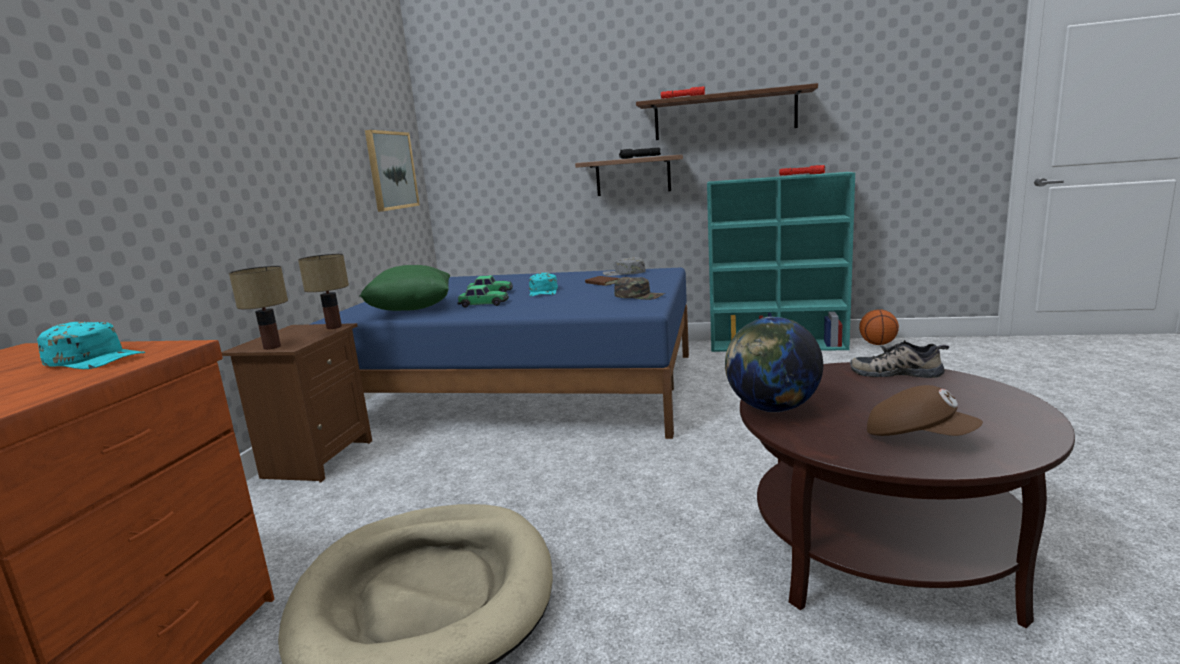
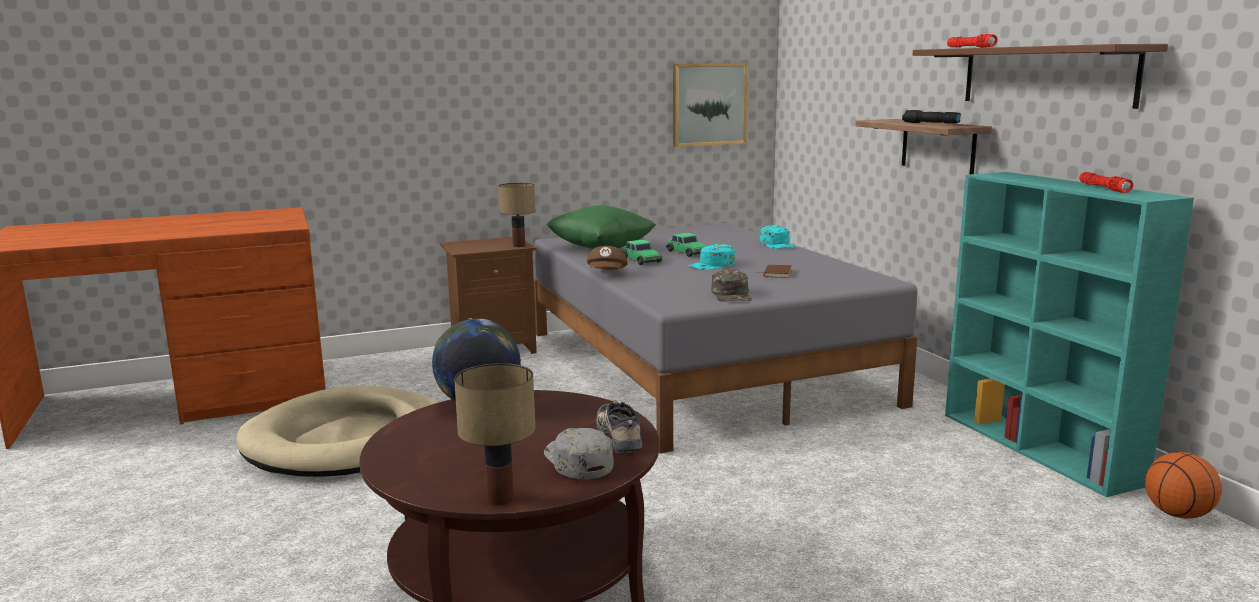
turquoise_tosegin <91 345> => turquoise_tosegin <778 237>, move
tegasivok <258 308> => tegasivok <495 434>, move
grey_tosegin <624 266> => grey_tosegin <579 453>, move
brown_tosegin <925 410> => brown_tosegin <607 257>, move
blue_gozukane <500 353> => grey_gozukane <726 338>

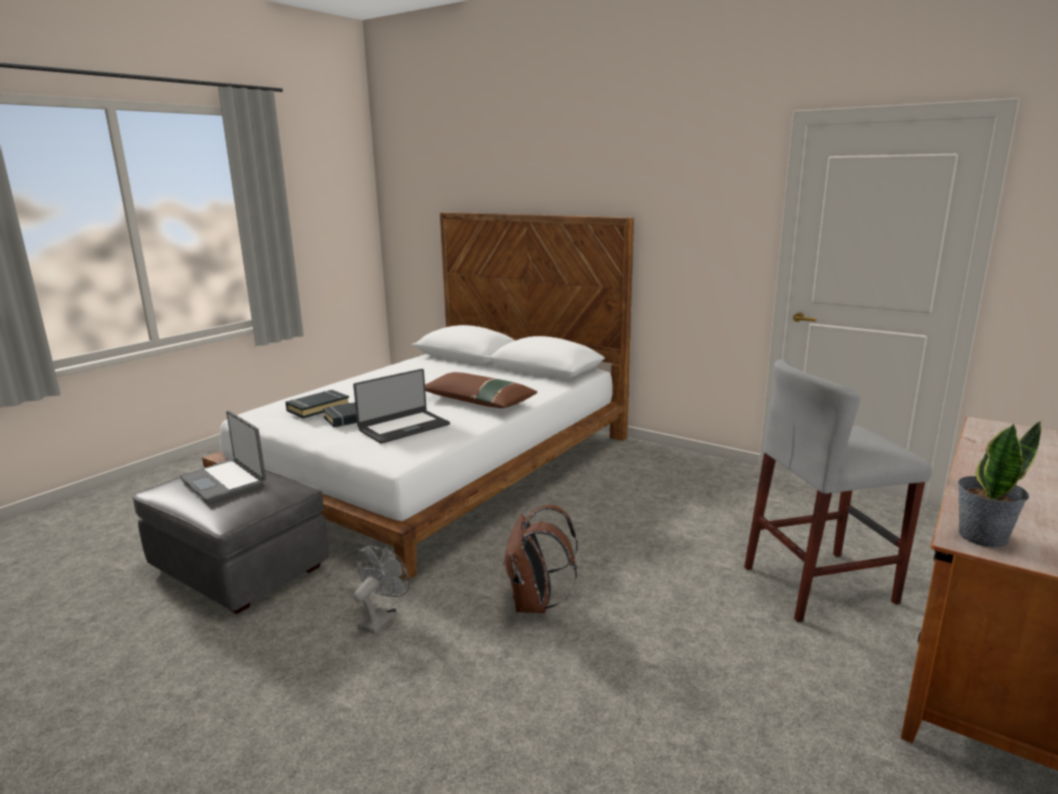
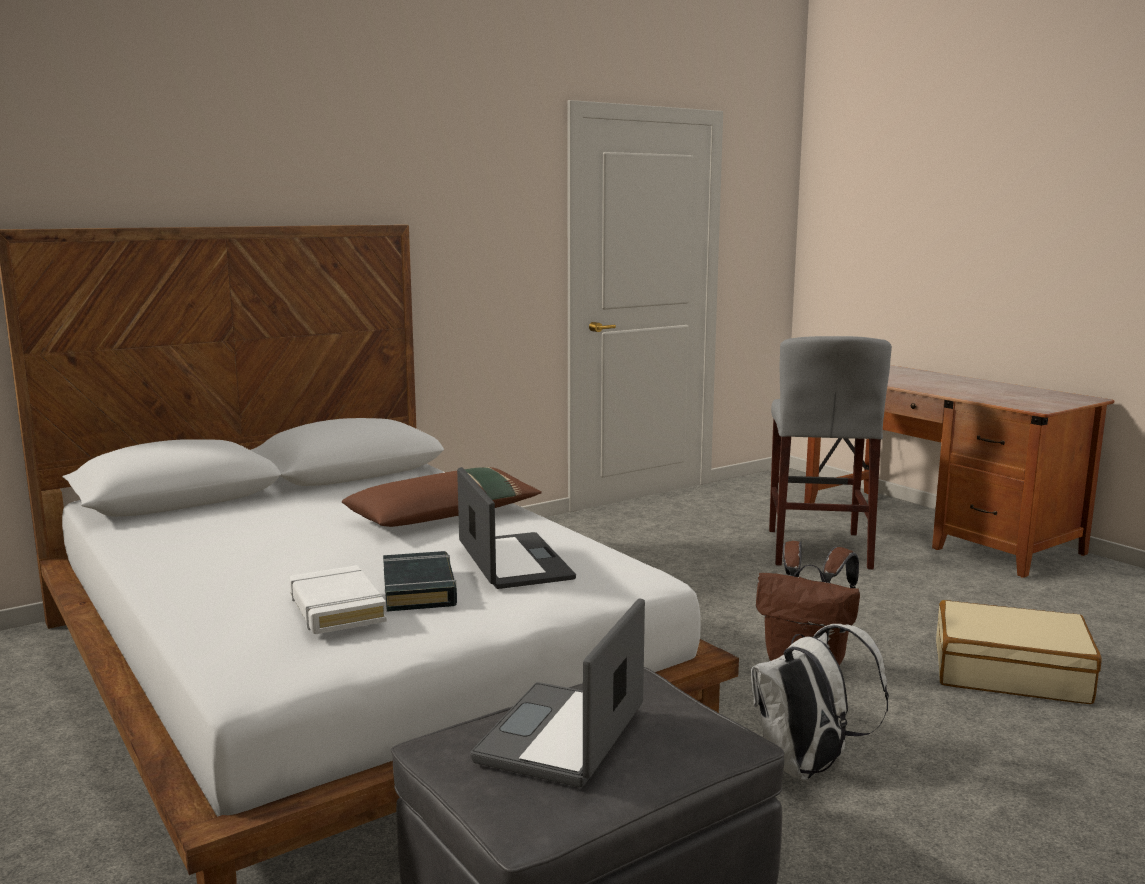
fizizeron <999 484> => nothing
nothing => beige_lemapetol <1019 652>
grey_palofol <381 590> => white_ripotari <820 702>
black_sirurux <317 404> => white_sirurux <338 599>
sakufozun <223 457> => sakufozun <557 693>, 135 degrees clockwise

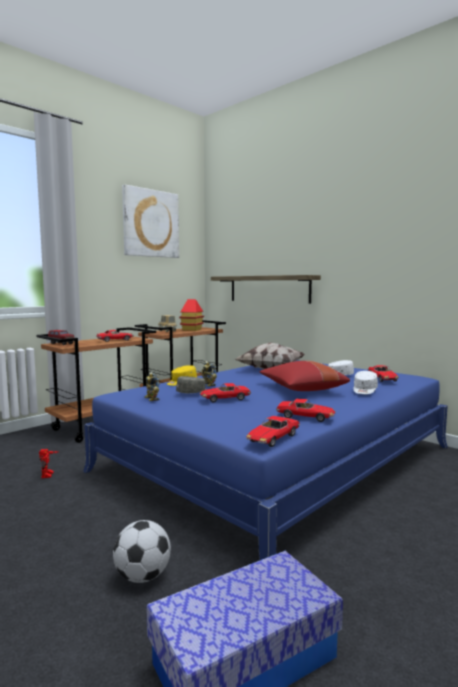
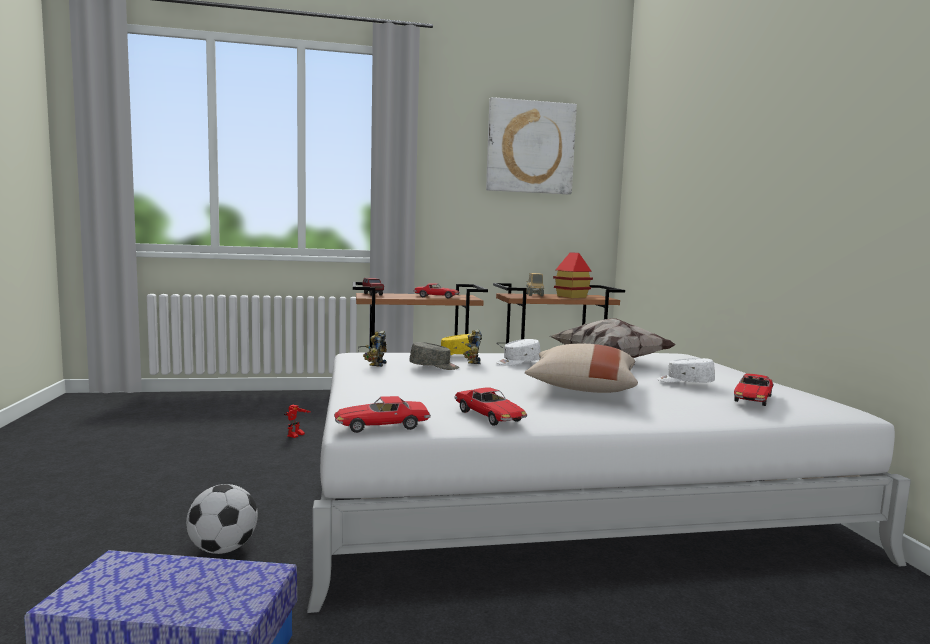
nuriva <225 392> => nothing
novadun <266 289> => nothing
white_tosegin <366 382> => white_tosegin <519 352>, move
blue_gozukane <265 460> => white_gozukane <609 483>
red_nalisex <305 376> => beige_nalisex <581 368>

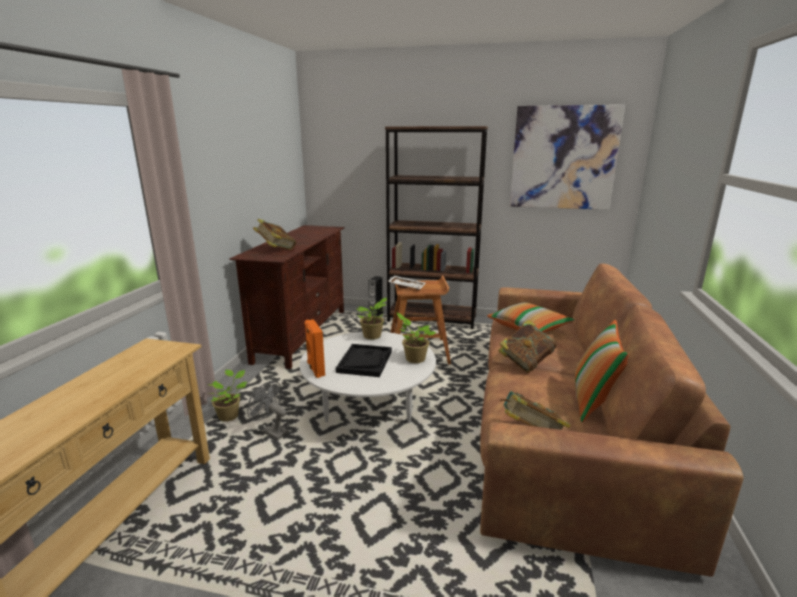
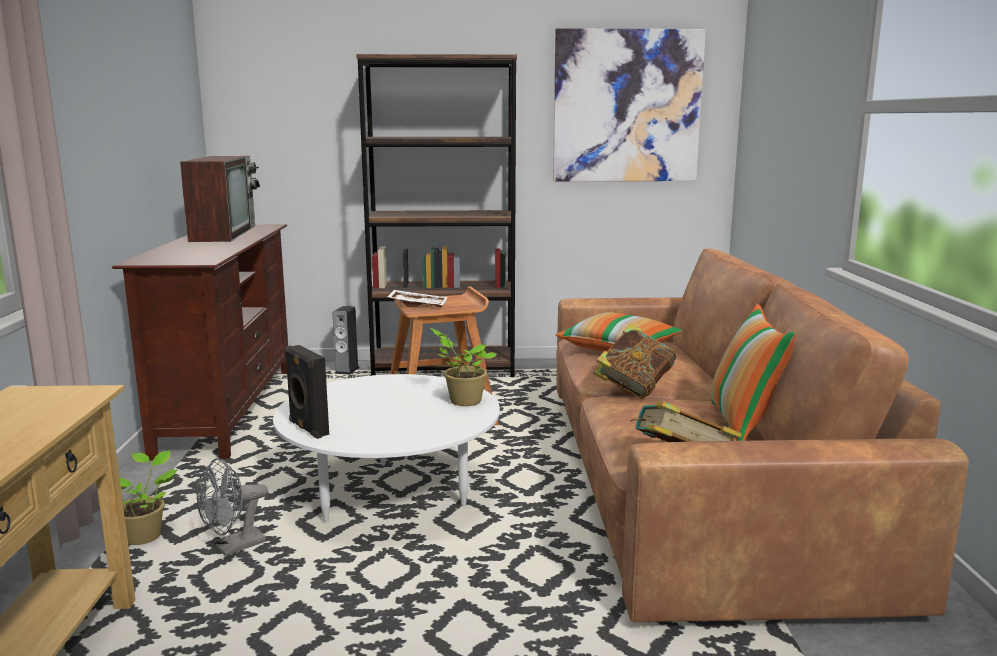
sirurux <274 234> => nothing
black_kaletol <364 360> => nothing
fizizeron <372 318> => nothing
nothing => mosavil <220 199>
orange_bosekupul <314 348> => black_bosekupul <306 392>
grey_palofol <268 410> => grey_palofol <232 507>, 60 degrees counterclockwise

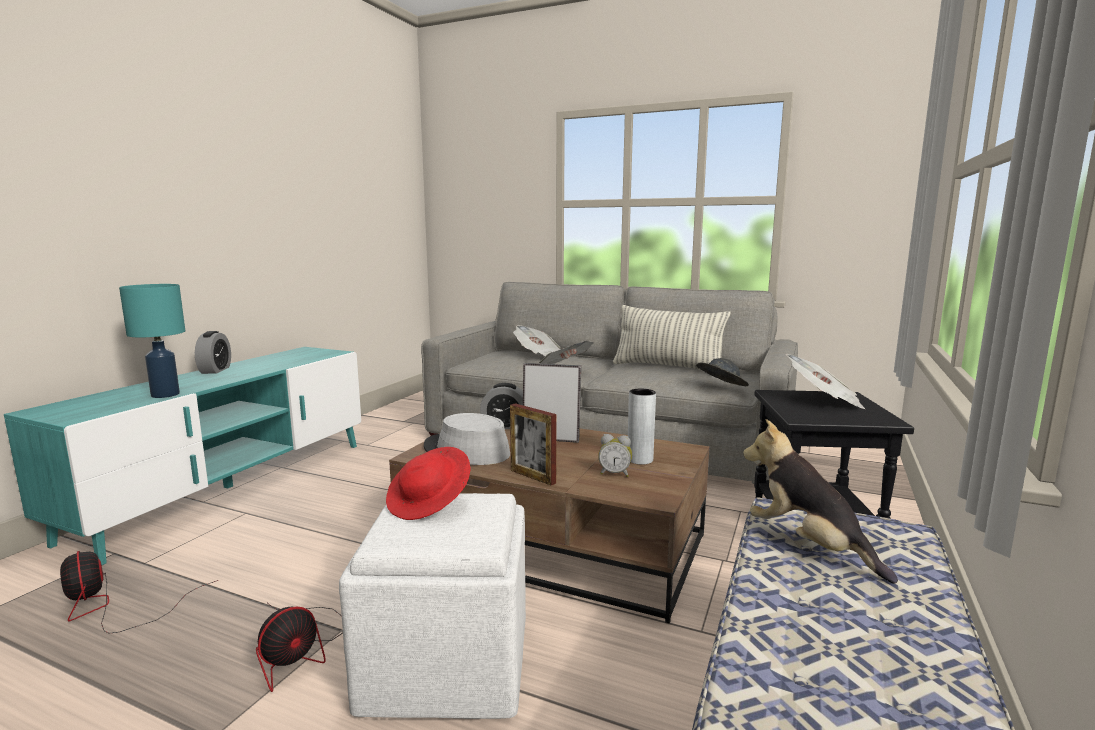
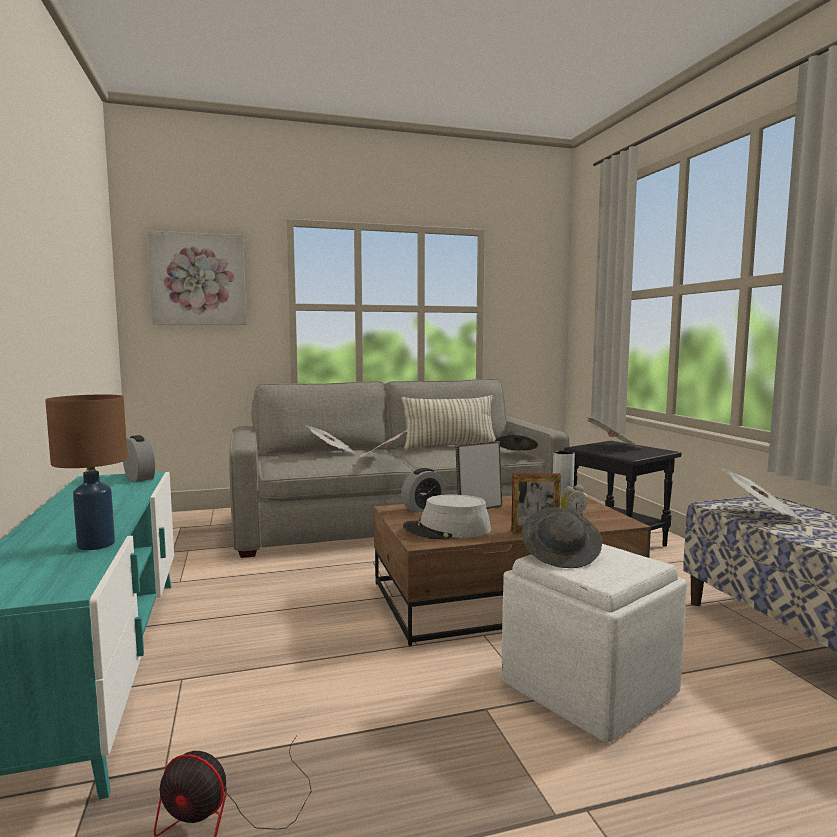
palofol <299 647> => nothing
nothing => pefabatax <197 278>
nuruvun <213 352> => nuruvun <139 458>, move
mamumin <820 501> => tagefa <764 495>
turquoise_tegasivok <152 341> => brown_tegasivok <86 472>
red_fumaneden <428 483> => grey_fumaneden <562 537>

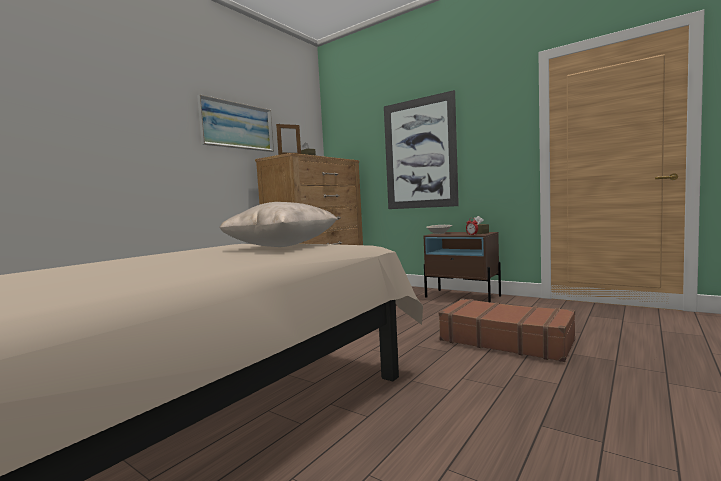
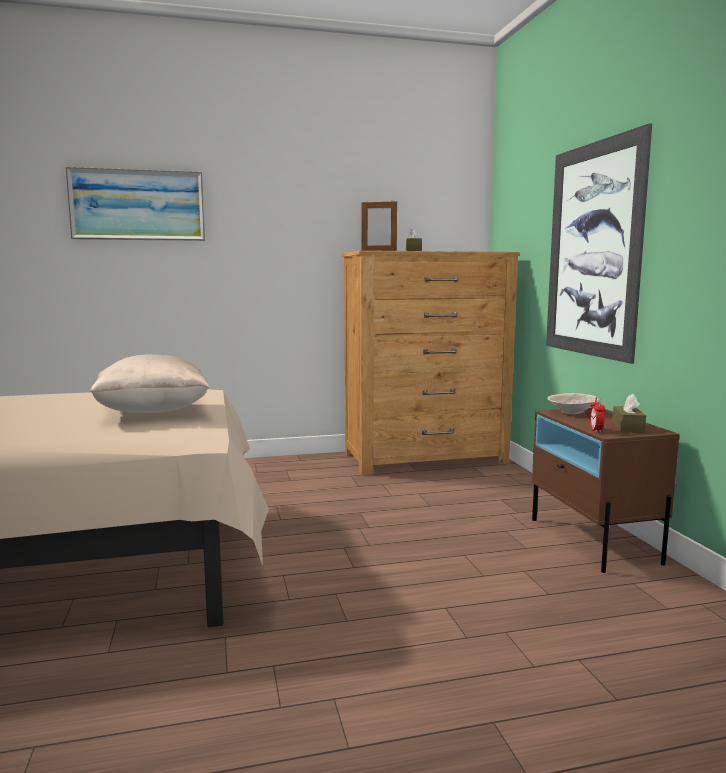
brown_lemapetol <507 330> => nothing
pefabatax <235 123> => pefabatax <135 204>, move

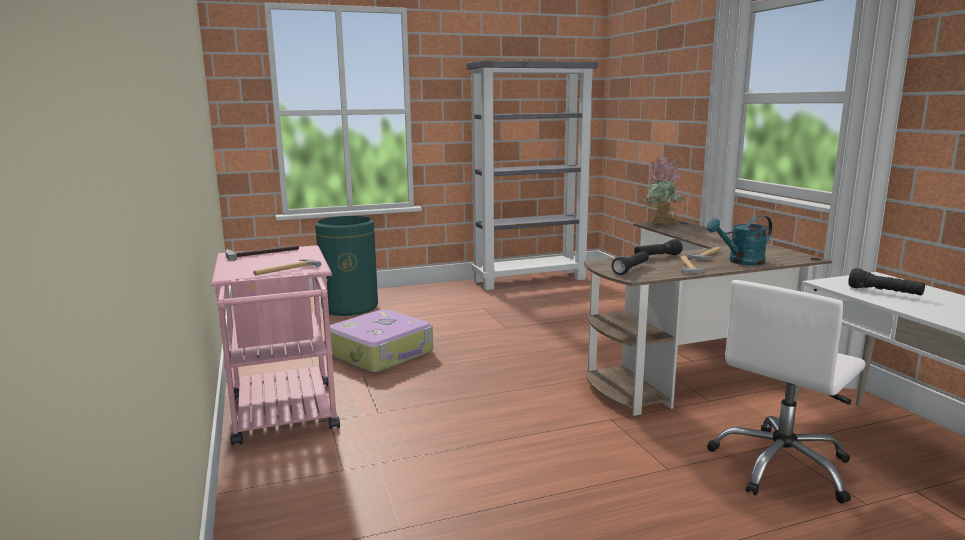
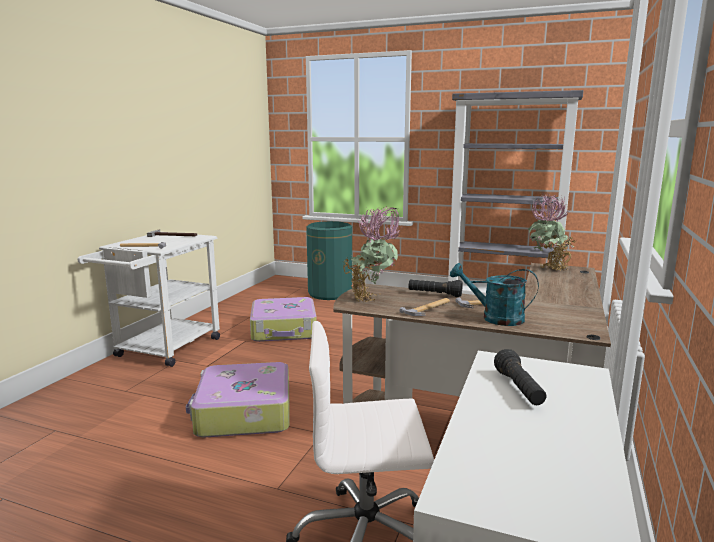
nothing => lemapetol <237 399>
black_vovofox <630 263> => fizizeron <372 254>
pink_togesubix <275 345> => white_togesubix <149 301>

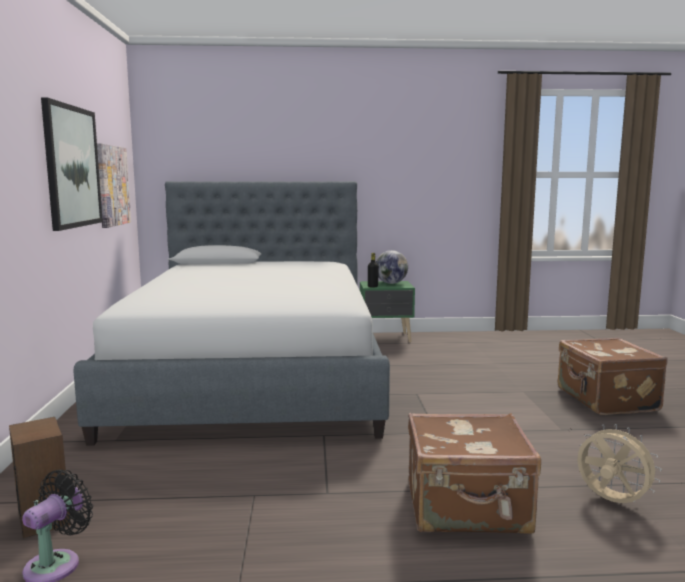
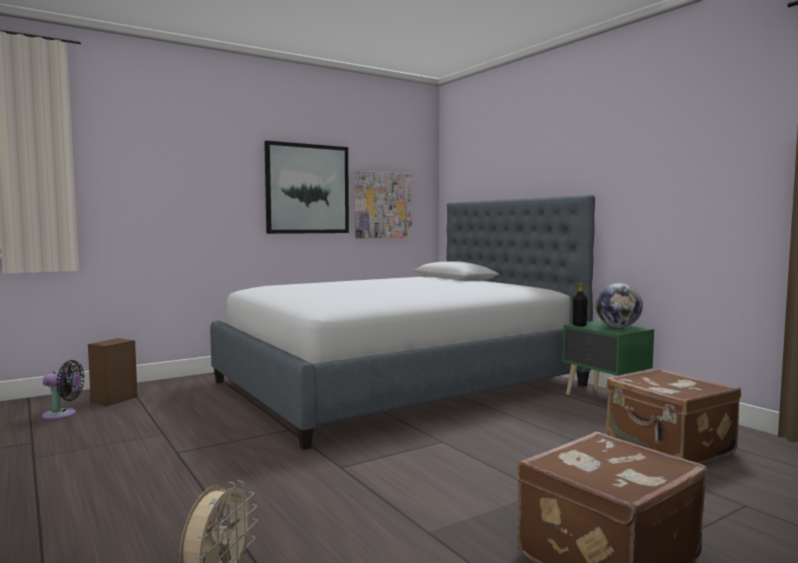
brown_lemapetol <474 473> => brown_lemapetol <673 416>, move

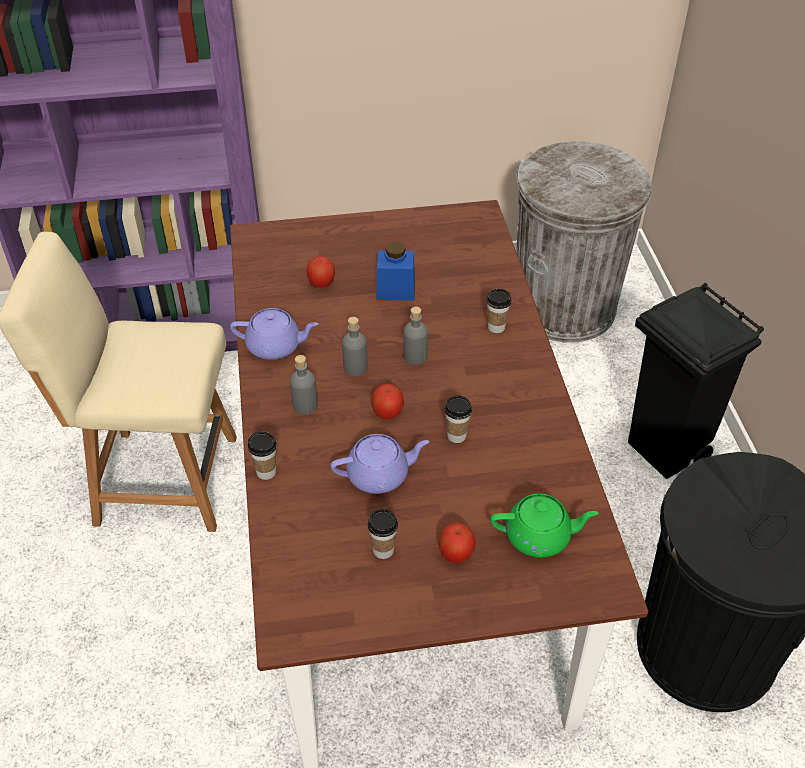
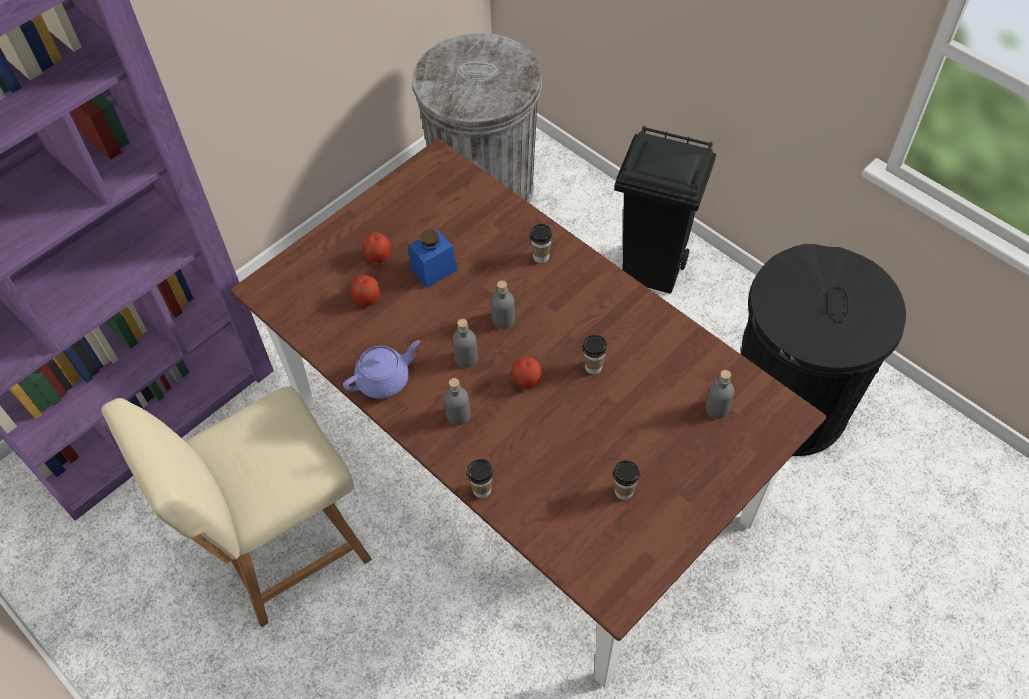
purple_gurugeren <380 464> => nothing
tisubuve <457 543> => tisubuve <377 248>, move
green_gurugeren <544 526> => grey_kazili <719 394>

